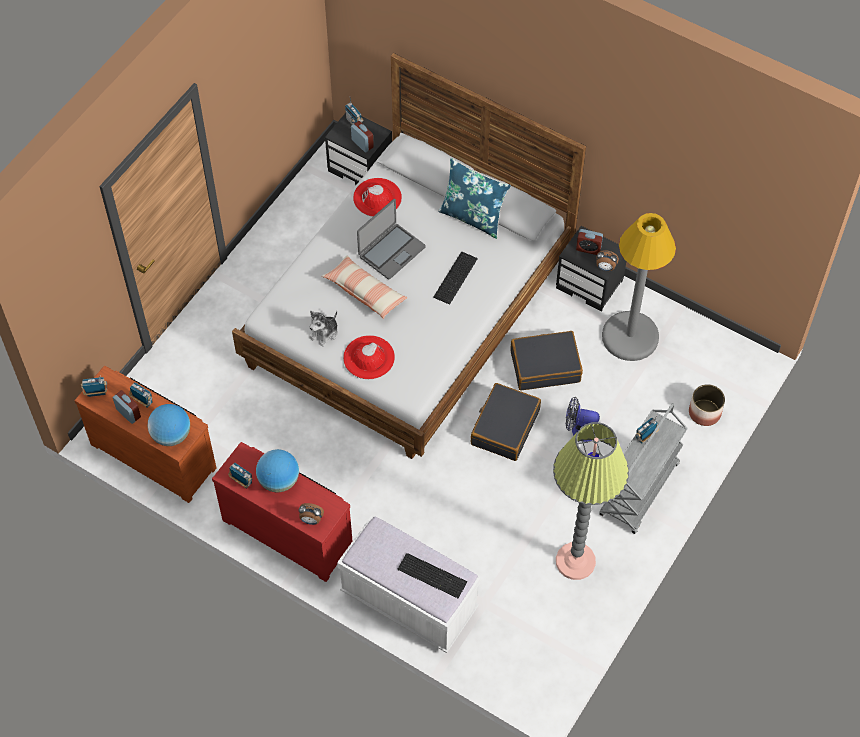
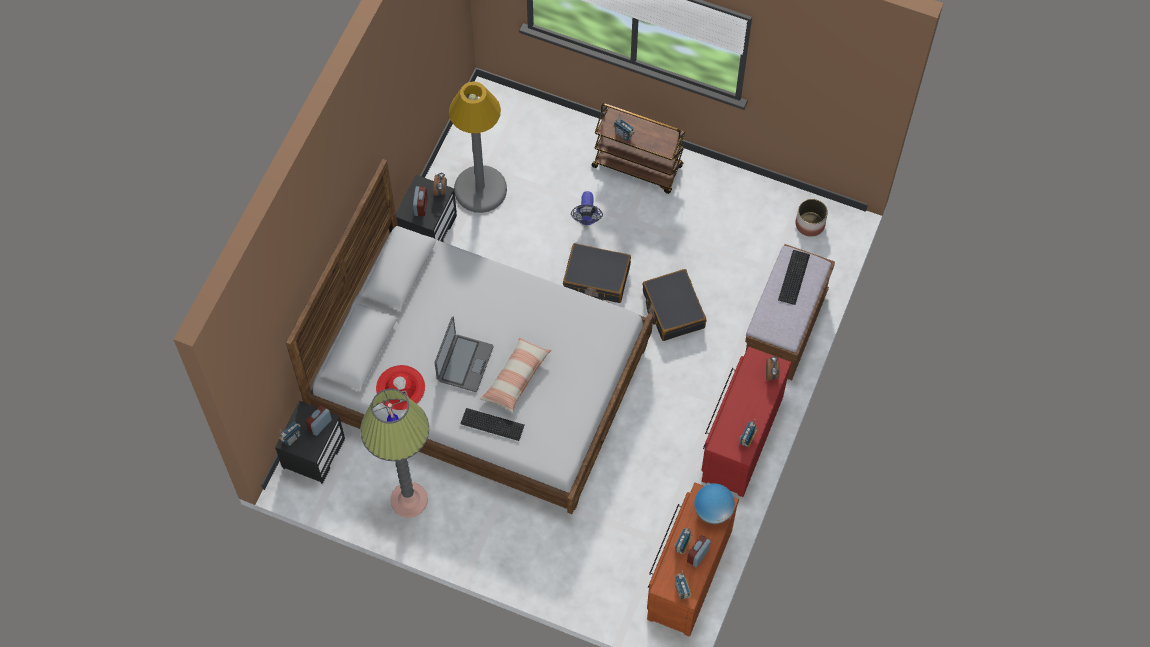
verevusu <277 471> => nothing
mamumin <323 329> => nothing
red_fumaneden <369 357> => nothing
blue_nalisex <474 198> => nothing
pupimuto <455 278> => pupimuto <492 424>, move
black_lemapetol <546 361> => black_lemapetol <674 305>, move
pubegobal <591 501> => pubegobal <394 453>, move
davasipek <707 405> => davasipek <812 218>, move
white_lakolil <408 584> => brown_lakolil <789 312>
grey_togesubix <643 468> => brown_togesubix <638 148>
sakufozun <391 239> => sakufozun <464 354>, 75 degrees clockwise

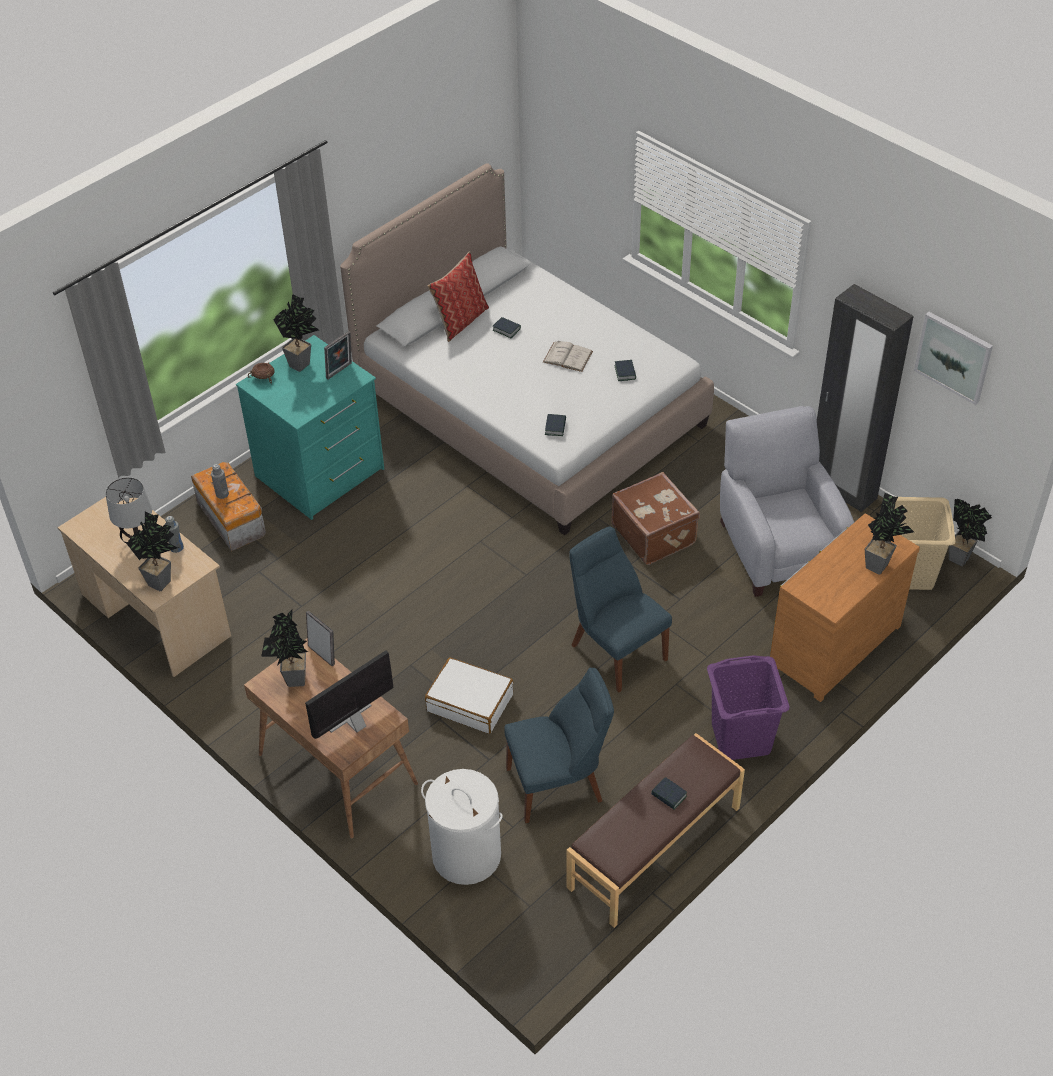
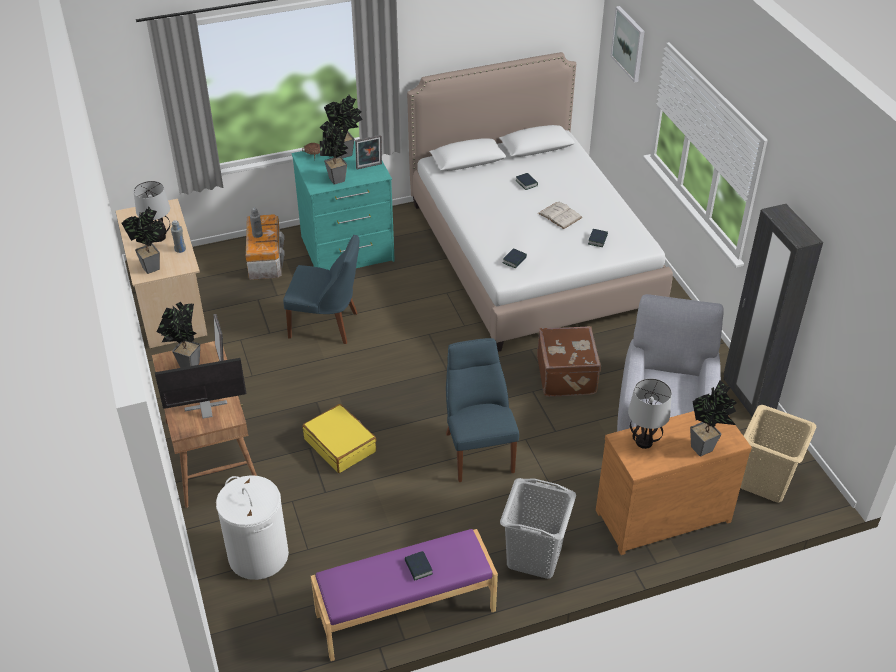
nalisex <458 296> => nothing
nothing => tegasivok <650 413>
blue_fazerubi <559 745> => blue_fazerubi <321 289>, move
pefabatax <953 358> => pefabatax <627 44>, move
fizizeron <970 532> => fizizeron <333 152>, move
white_lemapetol <469 696> => yellow_lemapetol <339 438>
brown_lakolil <656 830> => purple_lakolil <404 595>
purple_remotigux <748 707> => grey_remotigux <538 528>

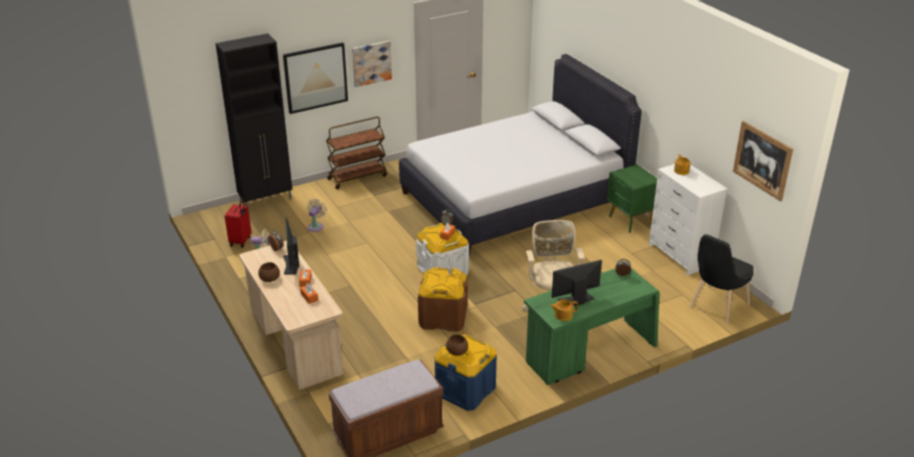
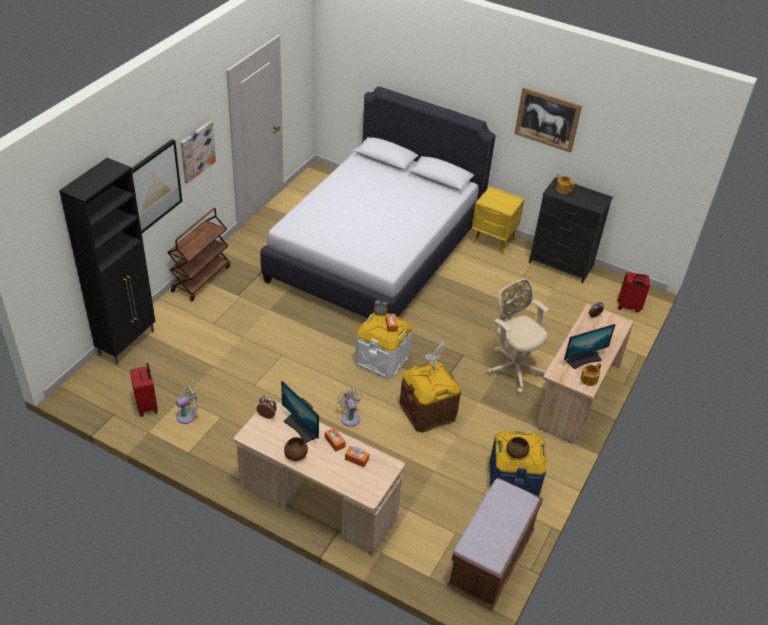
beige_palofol <317 215> => beige_palofol <349 407>, move
pefabatax <763 161> => pefabatax <548 120>, move
black_fazerubi <722 279> => red_lemapetol <633 292>
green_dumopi <591 326> => beige_dumopi <585 374>
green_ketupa <632 198> => yellow_ketupa <498 220>
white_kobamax <688 220> => black_kobamax <571 230>
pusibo <577 283> => pusibo <590 346>, 150 degrees counterclockwise

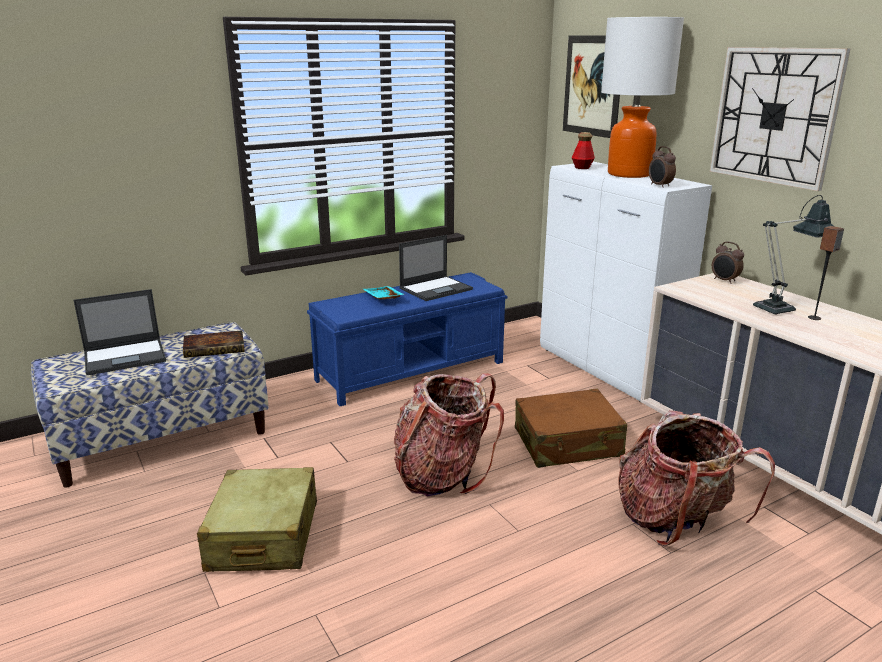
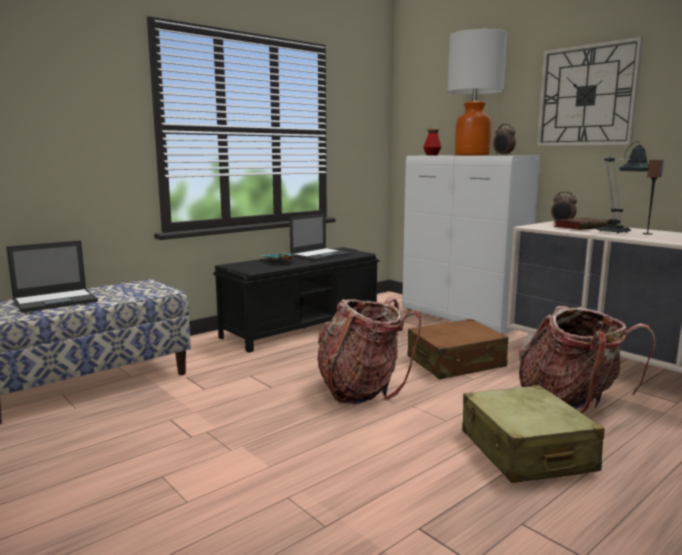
pefabatax <591 86> => nothing
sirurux <214 344> => sirurux <582 224>, move
beige_lemapetol <257 519> => beige_lemapetol <533 434>, move
blue_lakolil <407 339> => black_lakolil <296 300>

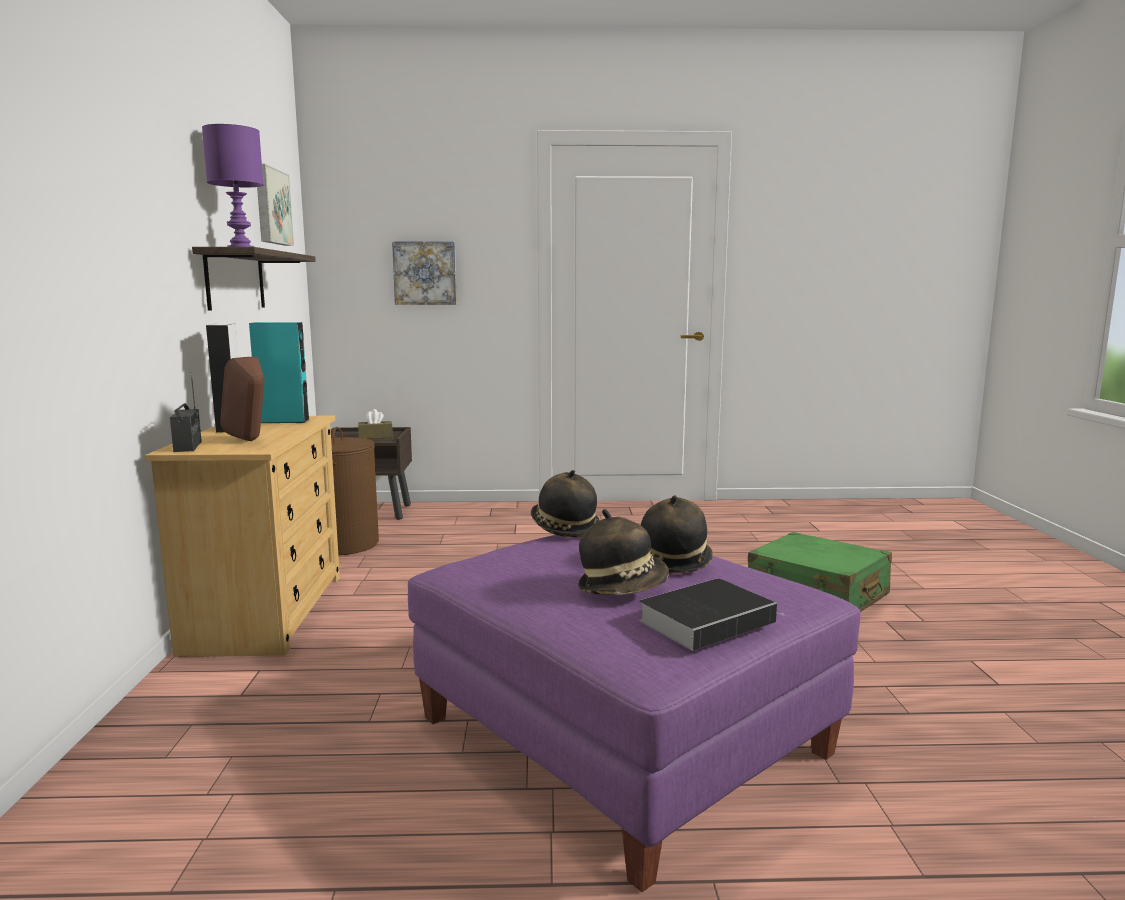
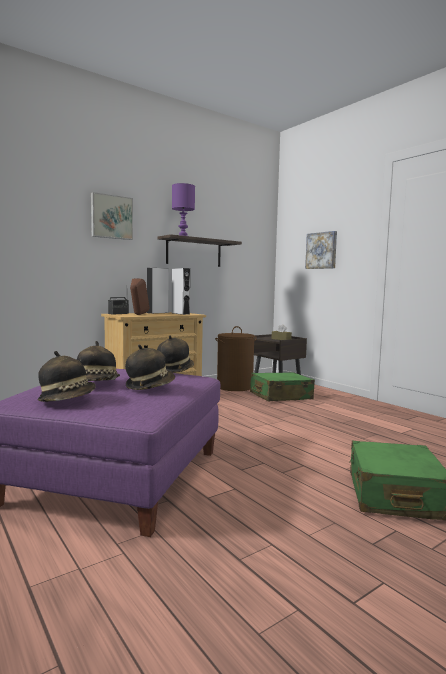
nothing => green_lemapetol <282 386>
pefabatax <275 205> => pefabatax <112 216>, move
sirurux <710 614> => fumaneden <67 376>
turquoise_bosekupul <279 372> => white_bosekupul <181 291>

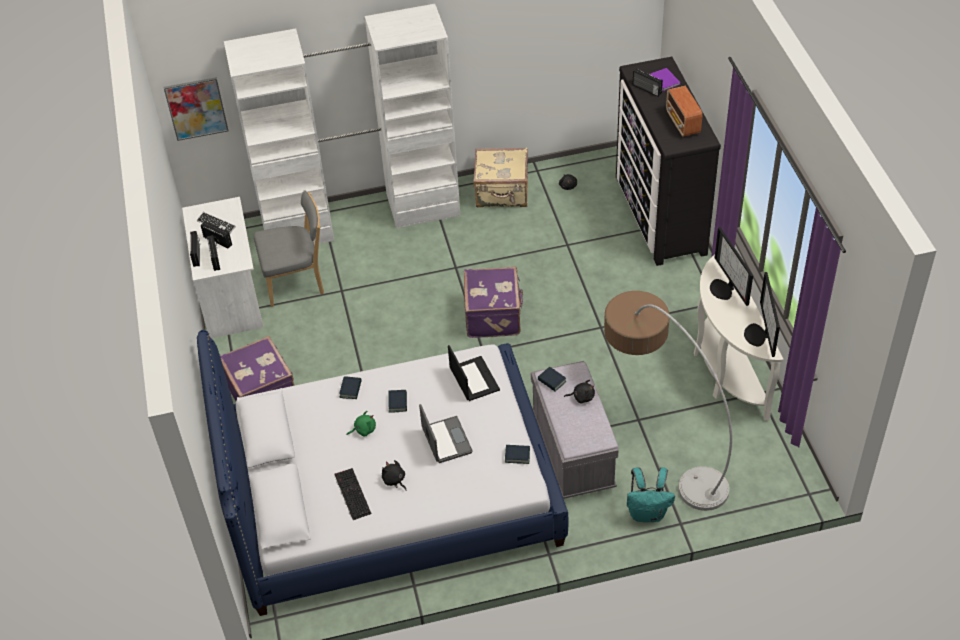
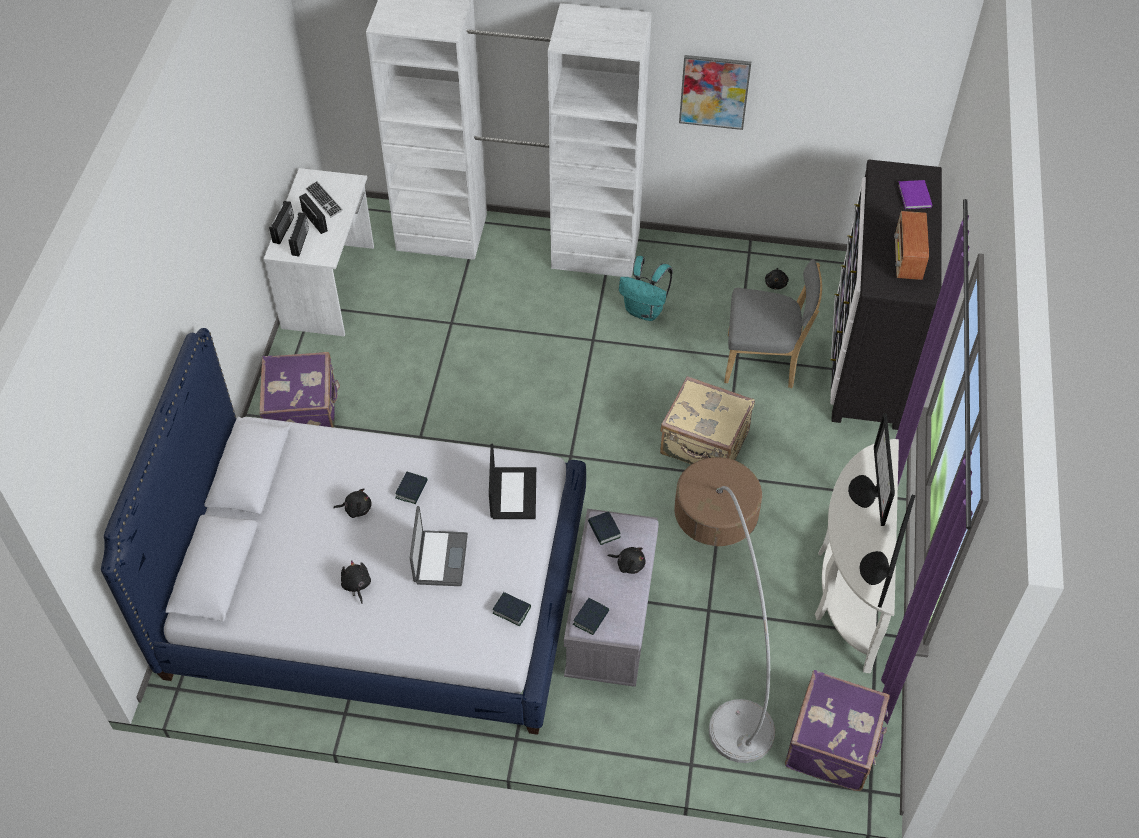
pupimuto <352 494> => nothing
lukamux <648 82> => nothing
pefabatax <196 109> => pefabatax <715 92>, move
grey_fazerubi <289 248> => grey_fazerubi <773 324>, move
sirurux <350 387> => sirurux <591 616>, move
purple_lemapetol <493 302> => purple_lemapetol <837 730>, move
beige_lemapetol <500 177> => beige_lemapetol <707 420>, move
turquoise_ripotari <651 494> => turquoise_ripotari <646 288>, move
green_mamumin <361 423> => black_mamumin <352 503>

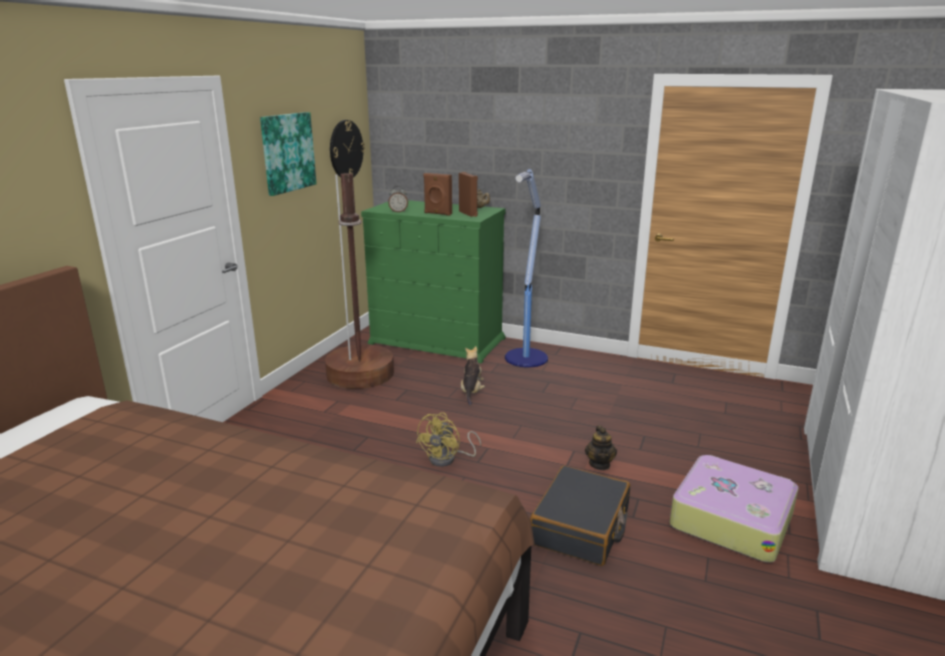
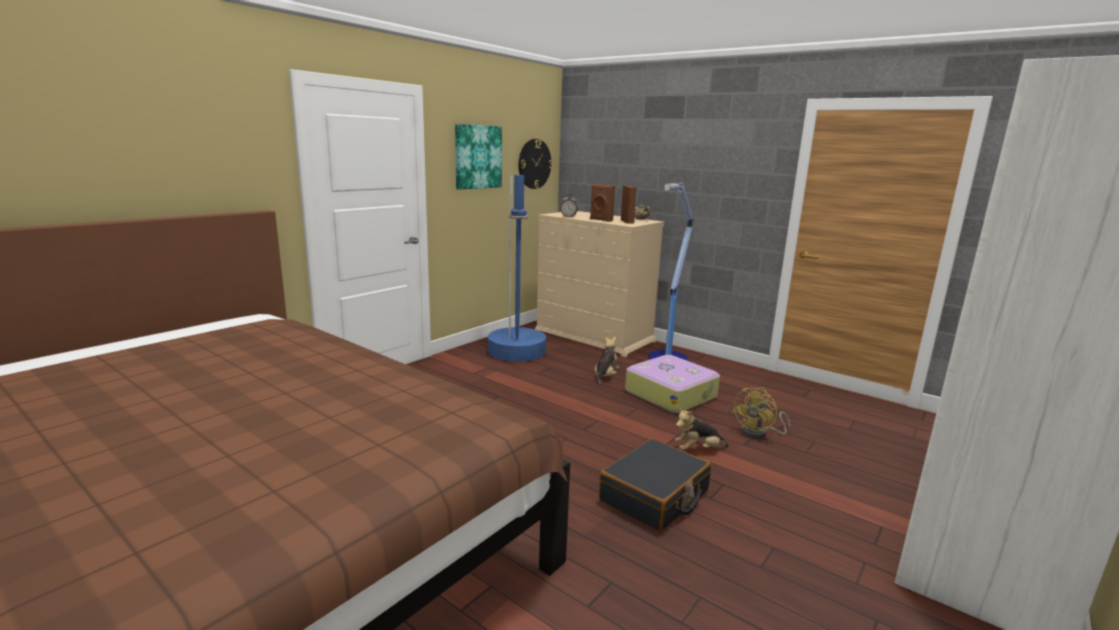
yellow_palofol <448 439> => yellow_palofol <761 412>, move
lemapetol <734 509> => lemapetol <672 384>, move
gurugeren <601 447> => mamumin <702 429>
brown_pubegobal <359 281> => blue_pubegobal <517 268>
green_kobamax <433 282> => beige_kobamax <599 284>

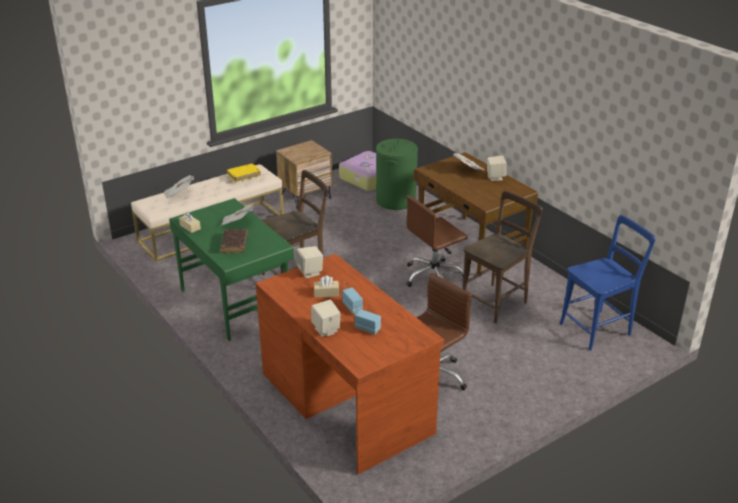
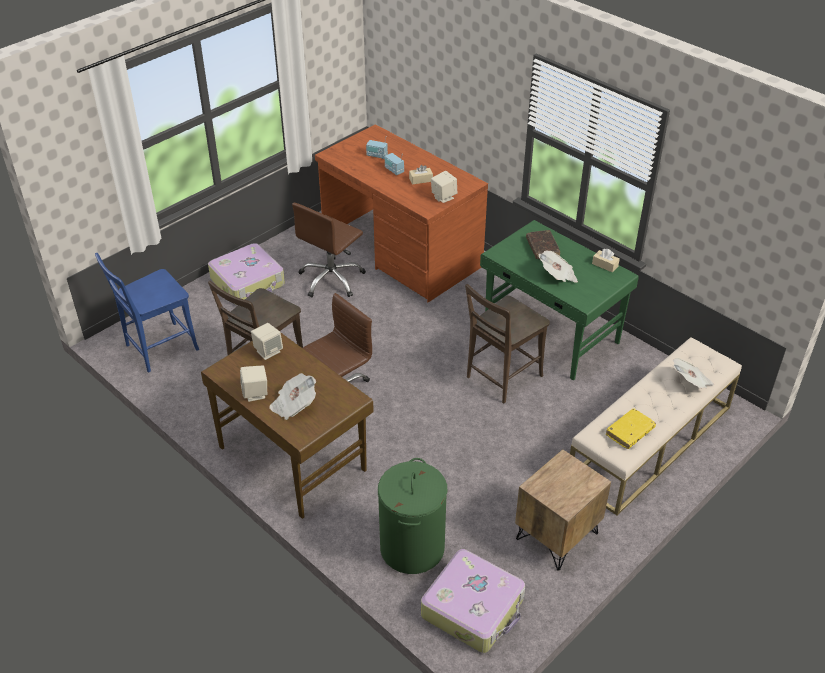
nothing => lemapetol <246 274>
beige_bosekupul <325 318> => beige_bosekupul <267 341>, move

